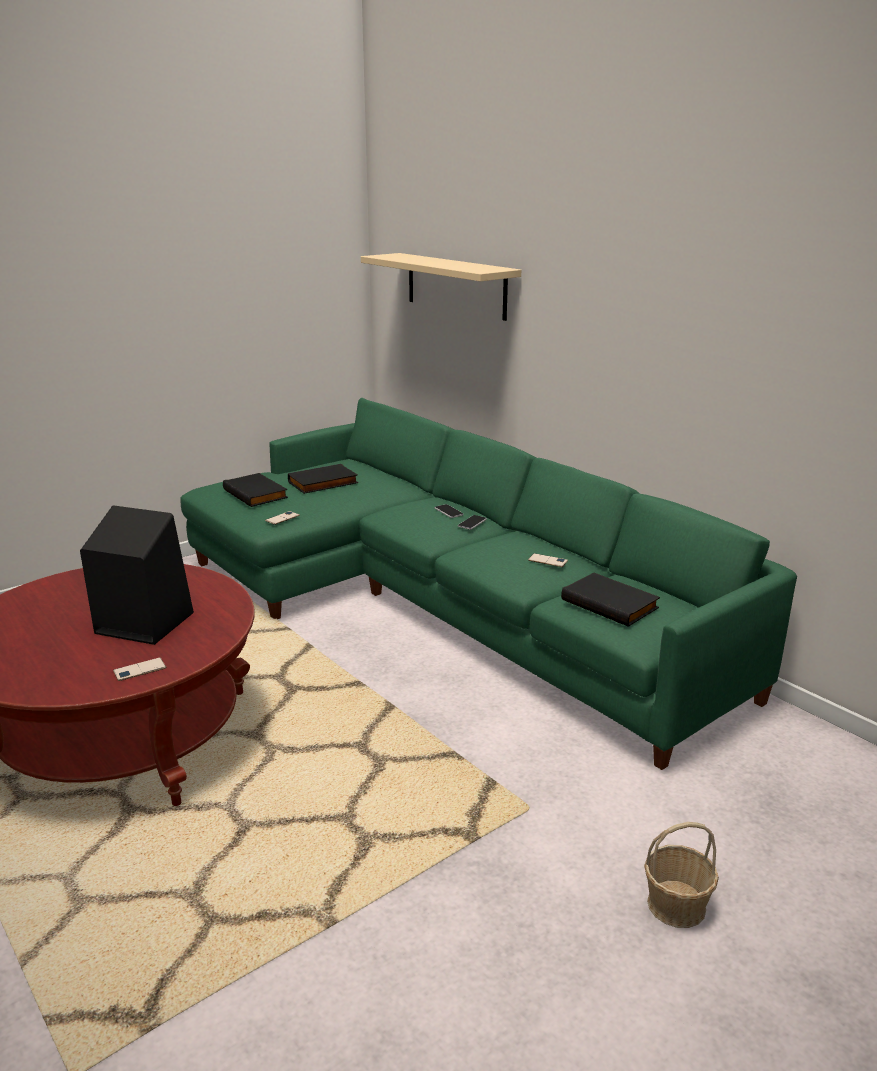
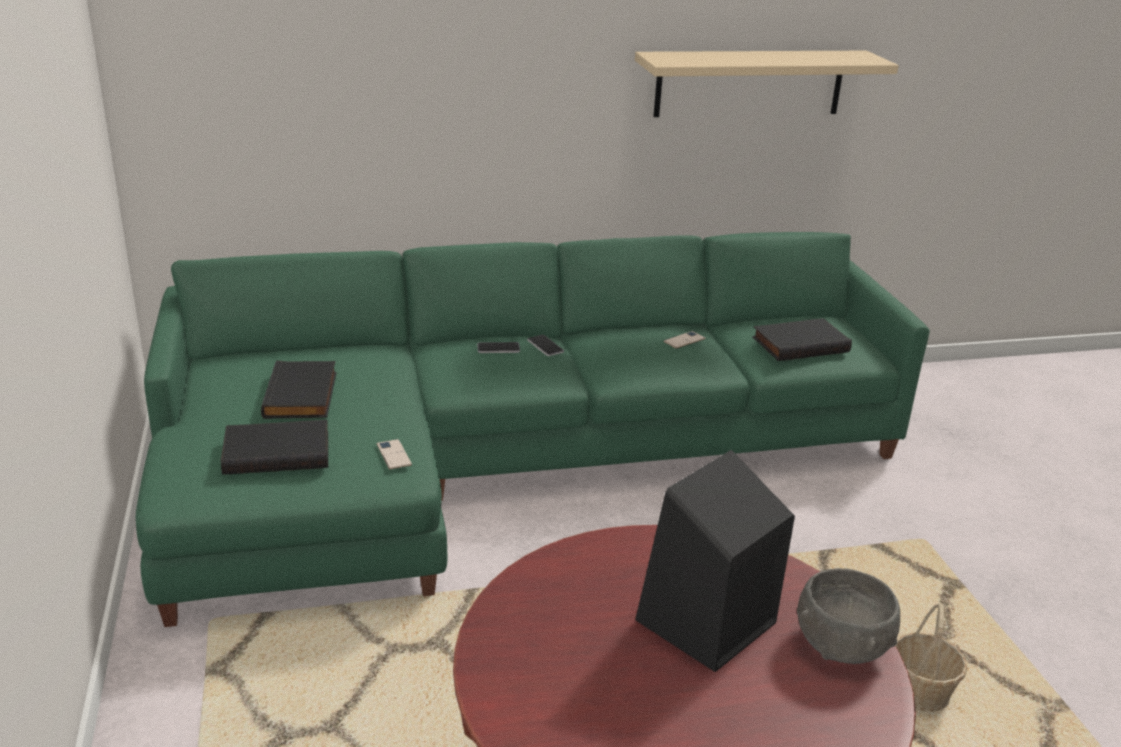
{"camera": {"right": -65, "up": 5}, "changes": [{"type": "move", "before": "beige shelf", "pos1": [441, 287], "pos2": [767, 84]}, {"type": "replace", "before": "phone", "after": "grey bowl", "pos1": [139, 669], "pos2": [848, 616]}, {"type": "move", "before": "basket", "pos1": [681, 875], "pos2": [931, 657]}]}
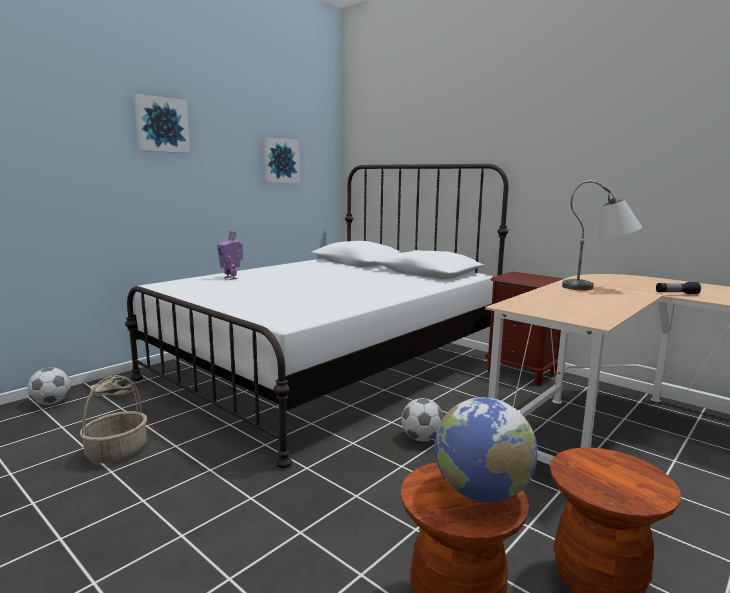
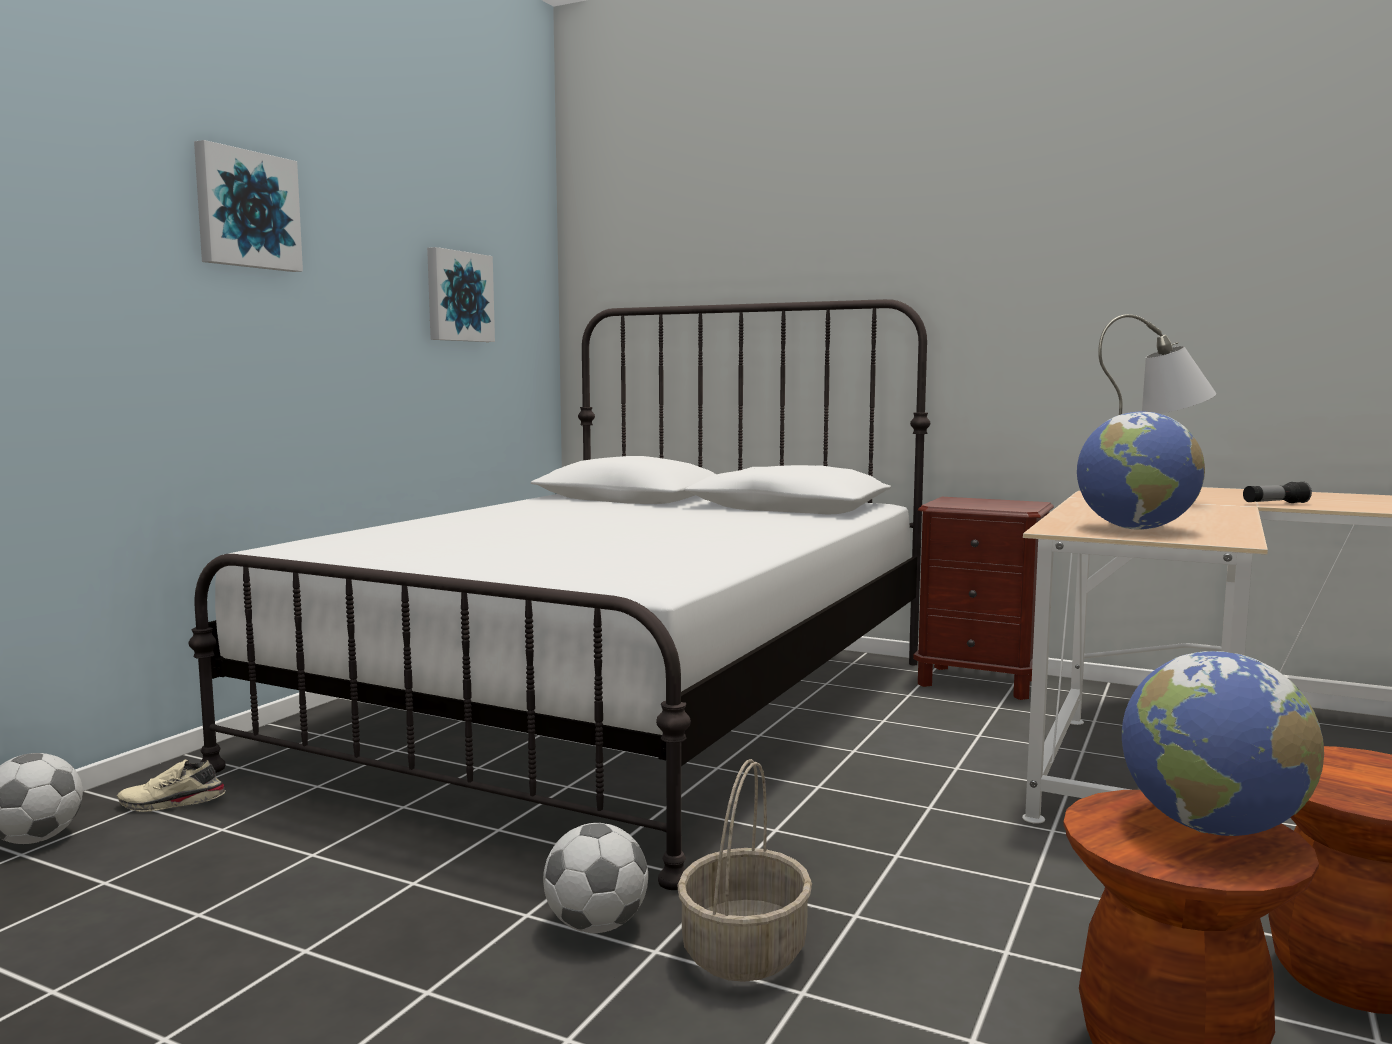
{"camera": {"right": -15, "up": -5}, "changes": [{"type": "move", "before": "football", "pos1": [422, 419], "pos2": [595, 878]}, {"type": "move", "before": "basket", "pos1": [113, 419], "pos2": [744, 870]}, {"type": "insert", "after": "globe", "pos2": [1141, 471]}, {"type": "delete", "before": "toy robot", "pos1": [230, 255]}]}
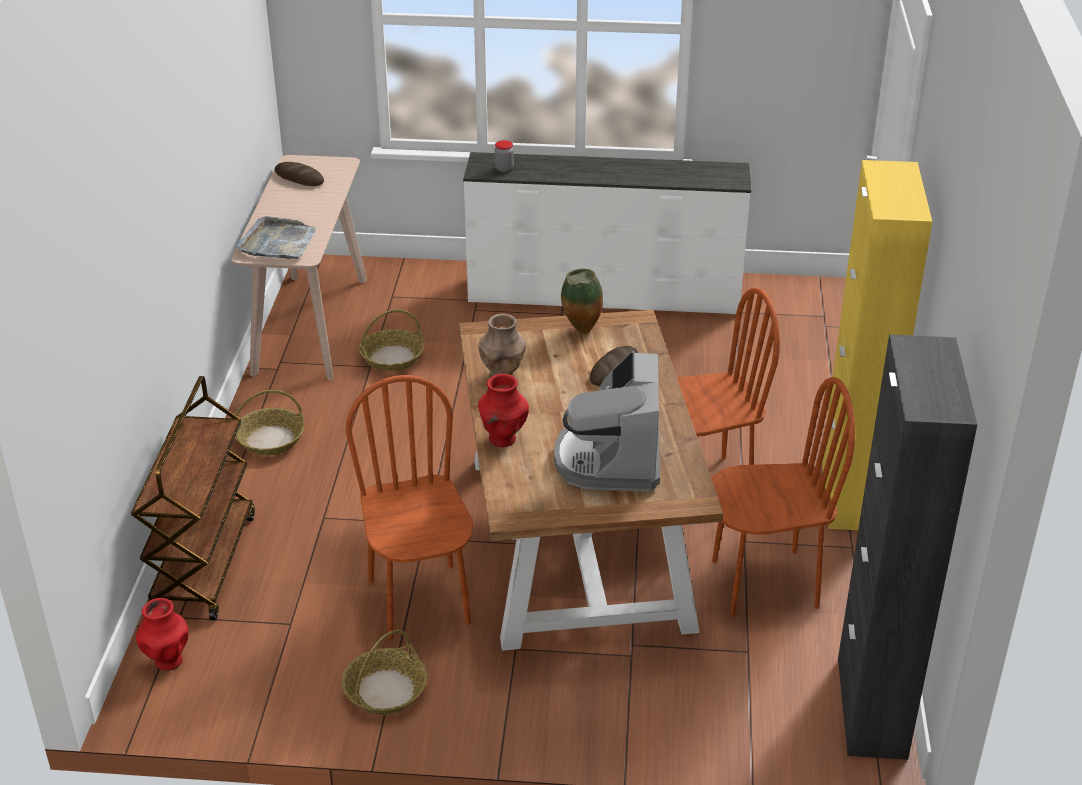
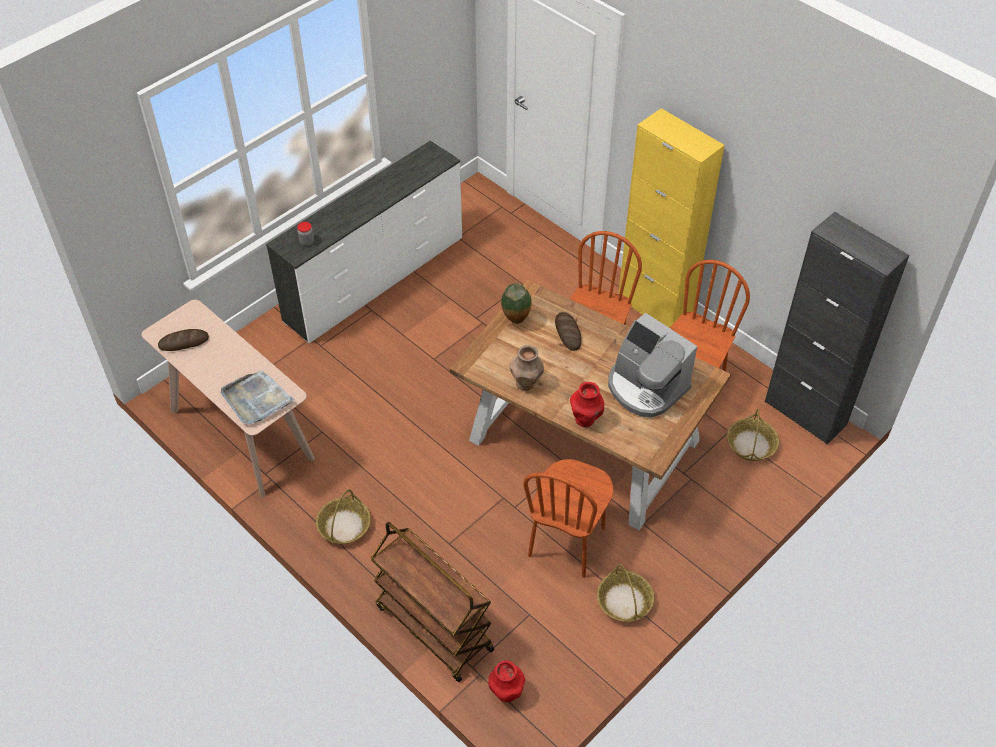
{"camera": {"right": -50, "up": 15}, "changes": [{"type": "rotate", "before": "brown chair", "pos1": [409, 508], "pos2": [568, 518], "turn": -90}, {"type": "move", "before": "basket", "pos1": [391, 340], "pos2": [753, 435]}]}
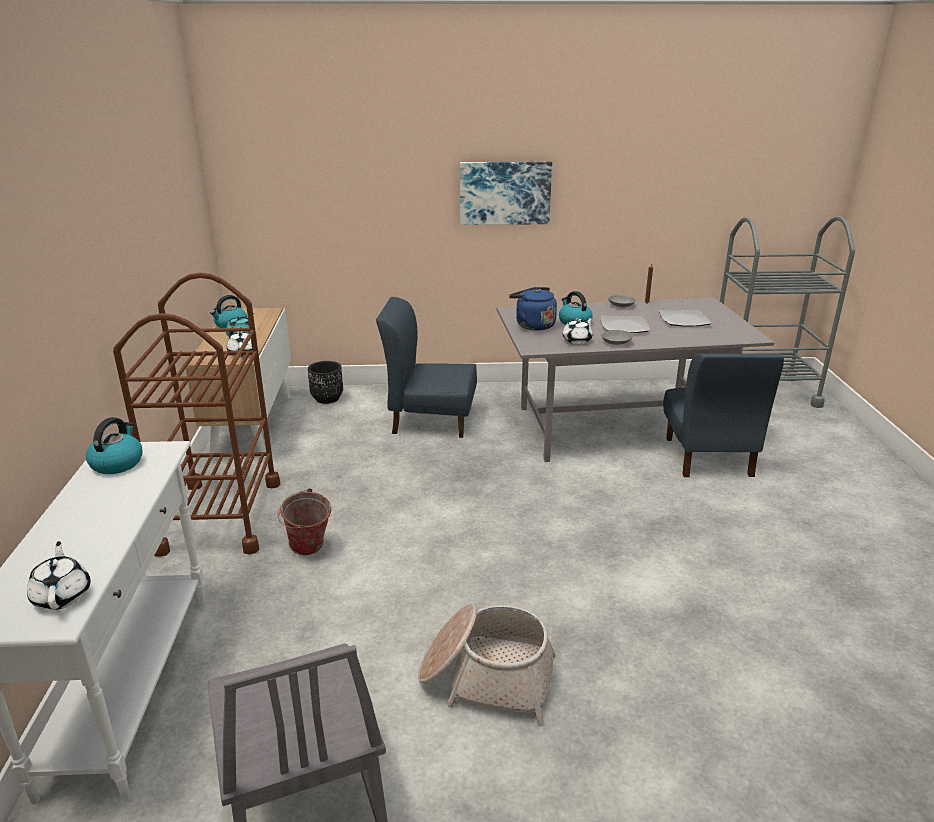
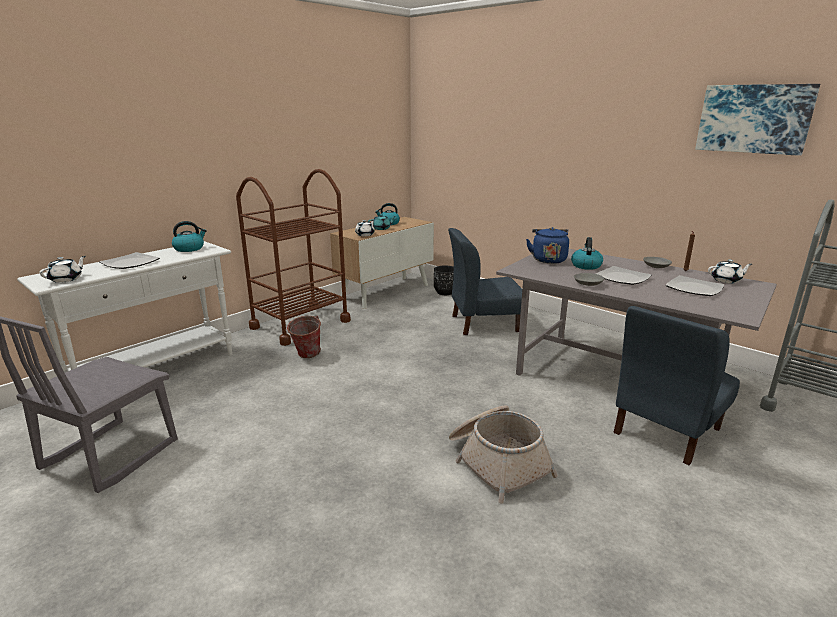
{"camera": {"right": 45, "up": -5}, "changes": [{"type": "insert", "after": "plate", "pos2": [129, 260]}, {"type": "rotate", "before": "blue chair", "pos1": [426, 367], "pos2": [485, 281], "turn": -60}, {"type": "move", "before": "basket", "pos1": [487, 664], "pos2": [503, 454]}, {"type": "move", "before": "picture", "pos1": [506, 193], "pos2": [757, 120]}, {"type": "move", "before": "white teapot", "pos1": [577, 330], "pos2": [730, 271]}]}
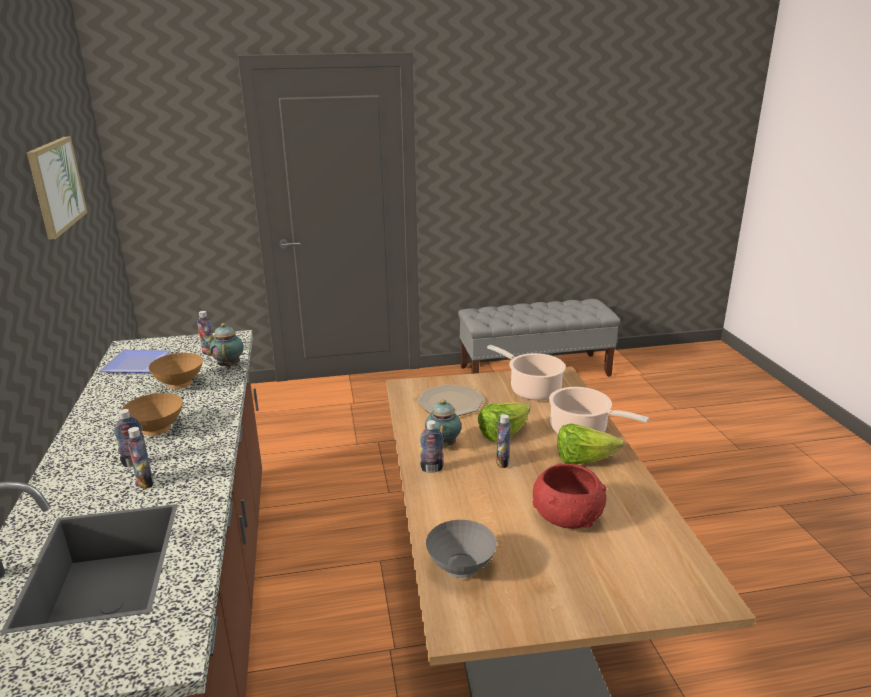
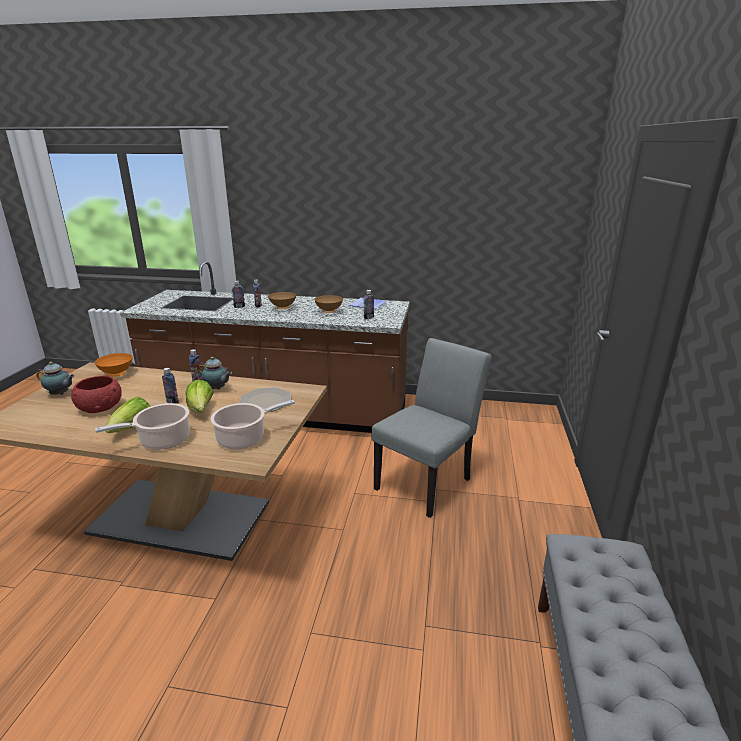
{"camera": {"right": 110, "up": 0}, "changes": [{"type": "move", "before": "teapot", "pos1": [226, 345], "pos2": [55, 378]}, {"type": "recolor", "before": "grey bowl", "after": "orange bowl", "pos1": [461, 549], "pos2": [114, 365]}, {"type": "insert", "after": "grey chair", "pos2": [431, 428]}, {"type": "delete", "before": "picture", "pos1": [57, 188]}]}
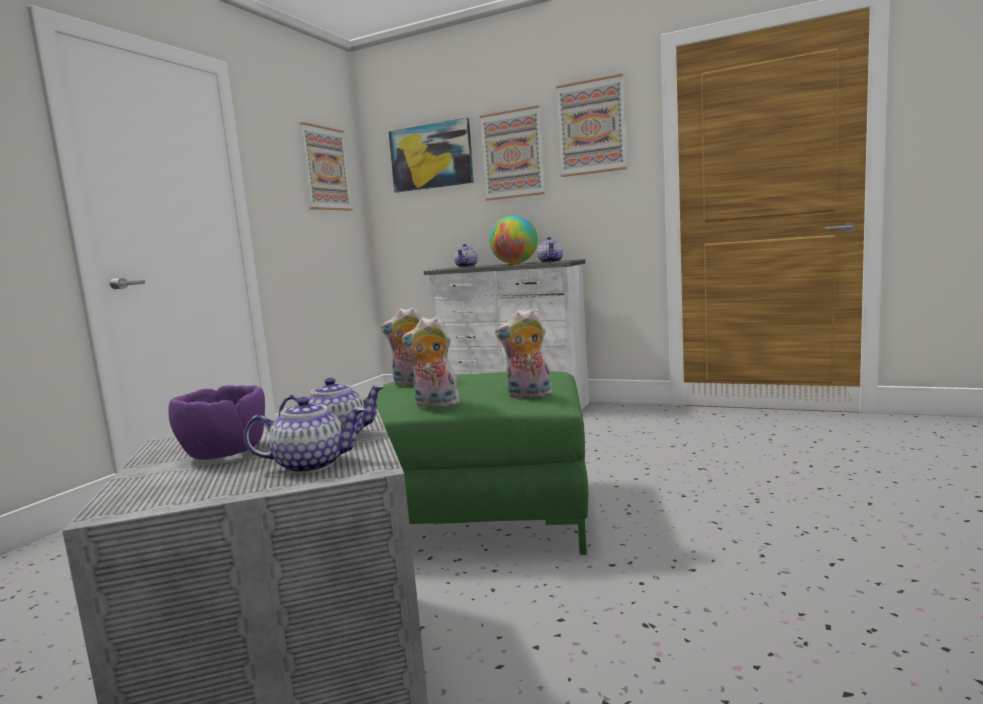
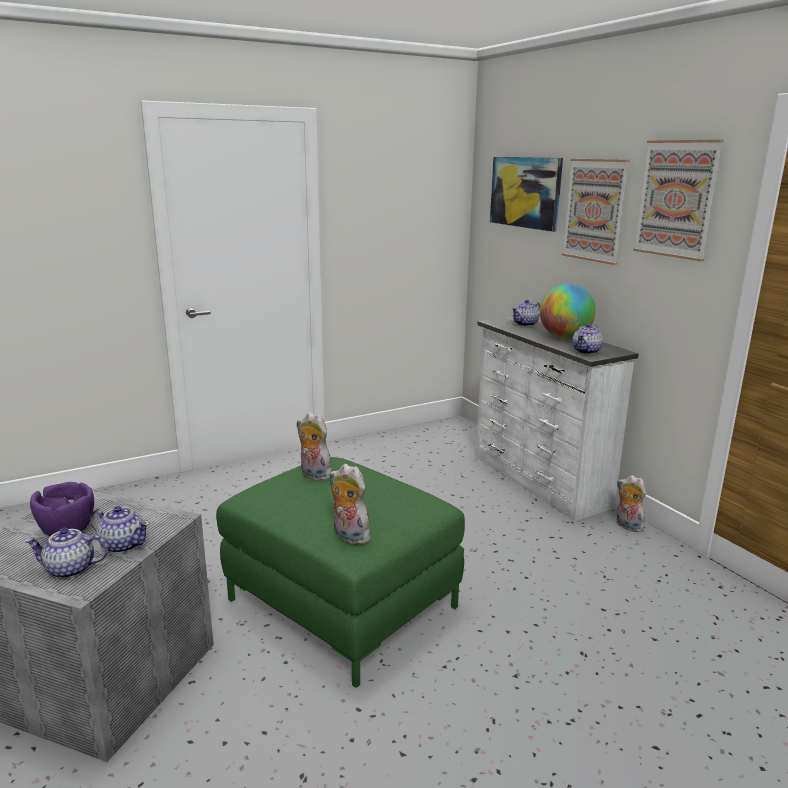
{"camera": {"right": 35, "up": 10}, "changes": [{"type": "rotate", "before": "teapot", "pos1": [304, 435], "pos2": [66, 553], "turn": 150}, {"type": "move", "before": "plush toy", "pos1": [432, 362], "pos2": [631, 503]}, {"type": "delete", "before": "picture", "pos1": [326, 166]}]}
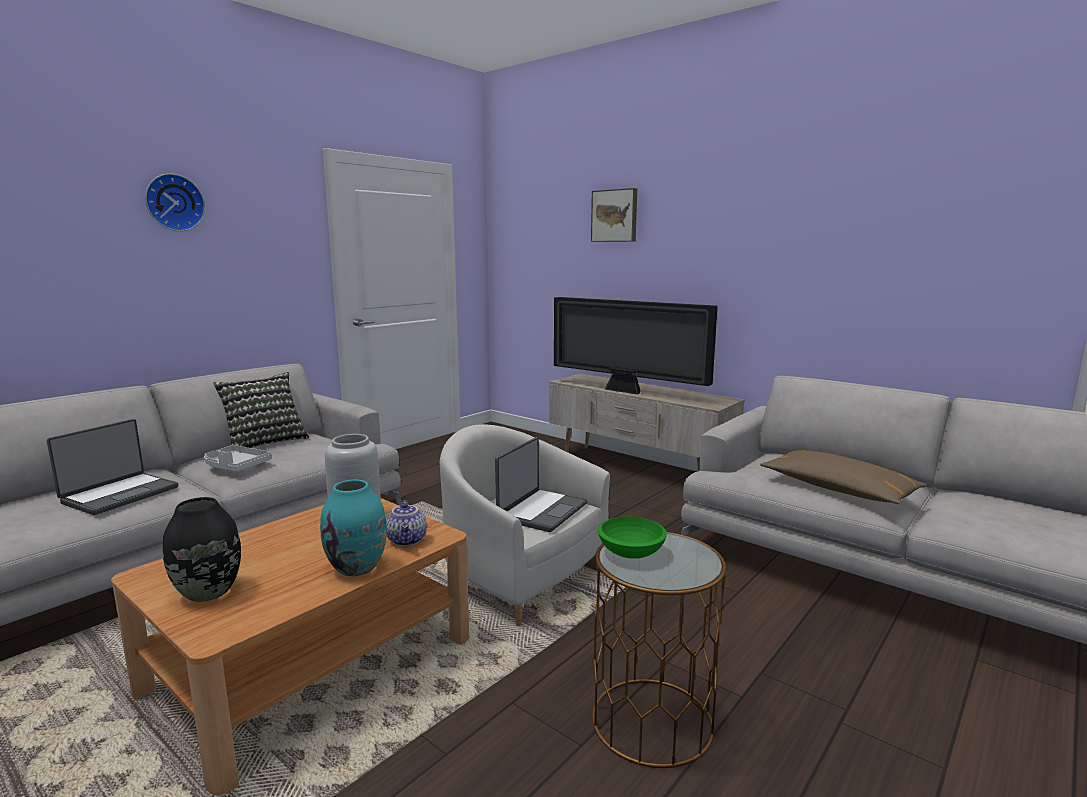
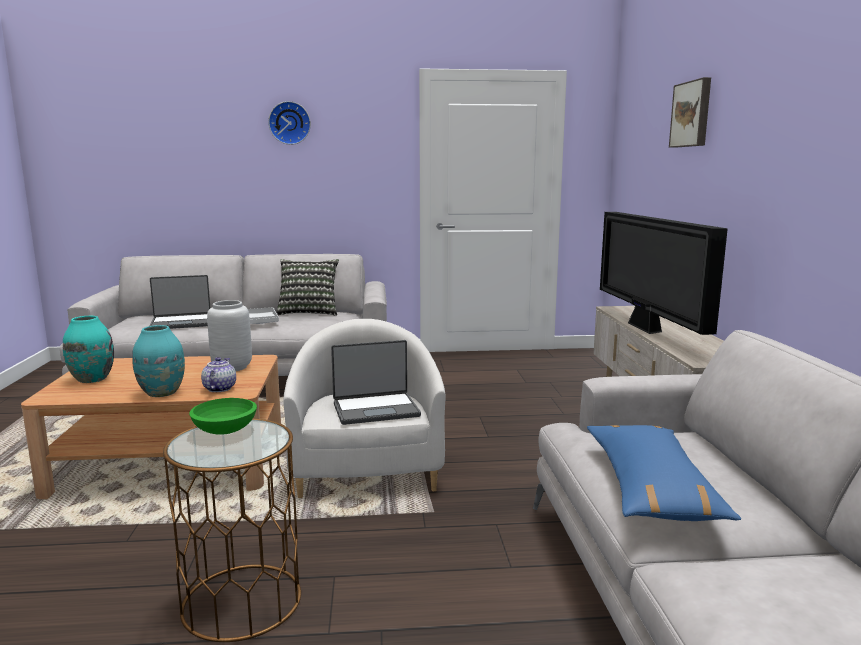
{"camera": {"right": 45, "up": 0}, "changes": [{"type": "recolor", "before": "black vase", "after": "turquoise vase", "pos1": [202, 549], "pos2": [88, 349]}, {"type": "rotate", "before": "teapot", "pos1": [406, 523], "pos2": [218, 374], "turn": 150}, {"type": "recolor", "before": "brown pillow", "after": "blue pillow", "pos1": [843, 477], "pos2": [664, 473]}]}
